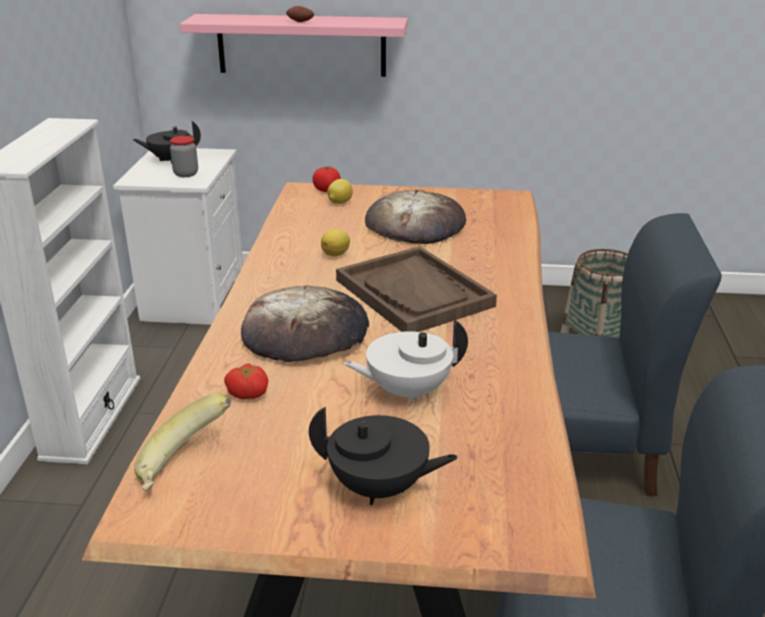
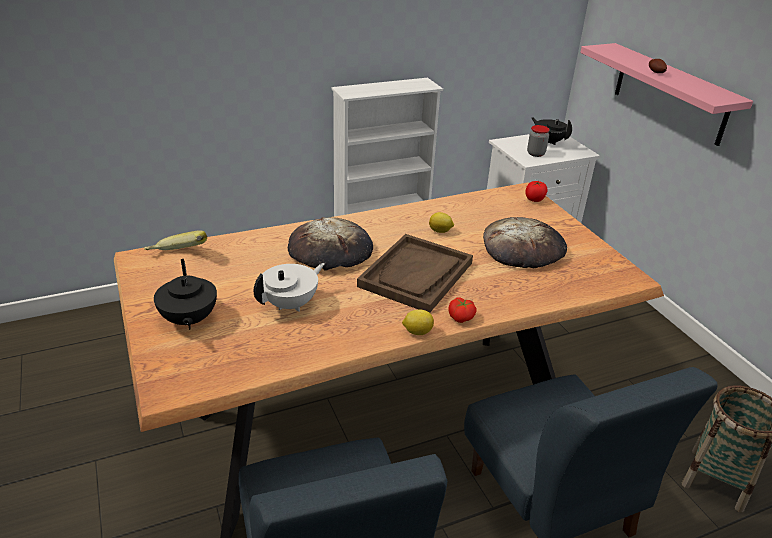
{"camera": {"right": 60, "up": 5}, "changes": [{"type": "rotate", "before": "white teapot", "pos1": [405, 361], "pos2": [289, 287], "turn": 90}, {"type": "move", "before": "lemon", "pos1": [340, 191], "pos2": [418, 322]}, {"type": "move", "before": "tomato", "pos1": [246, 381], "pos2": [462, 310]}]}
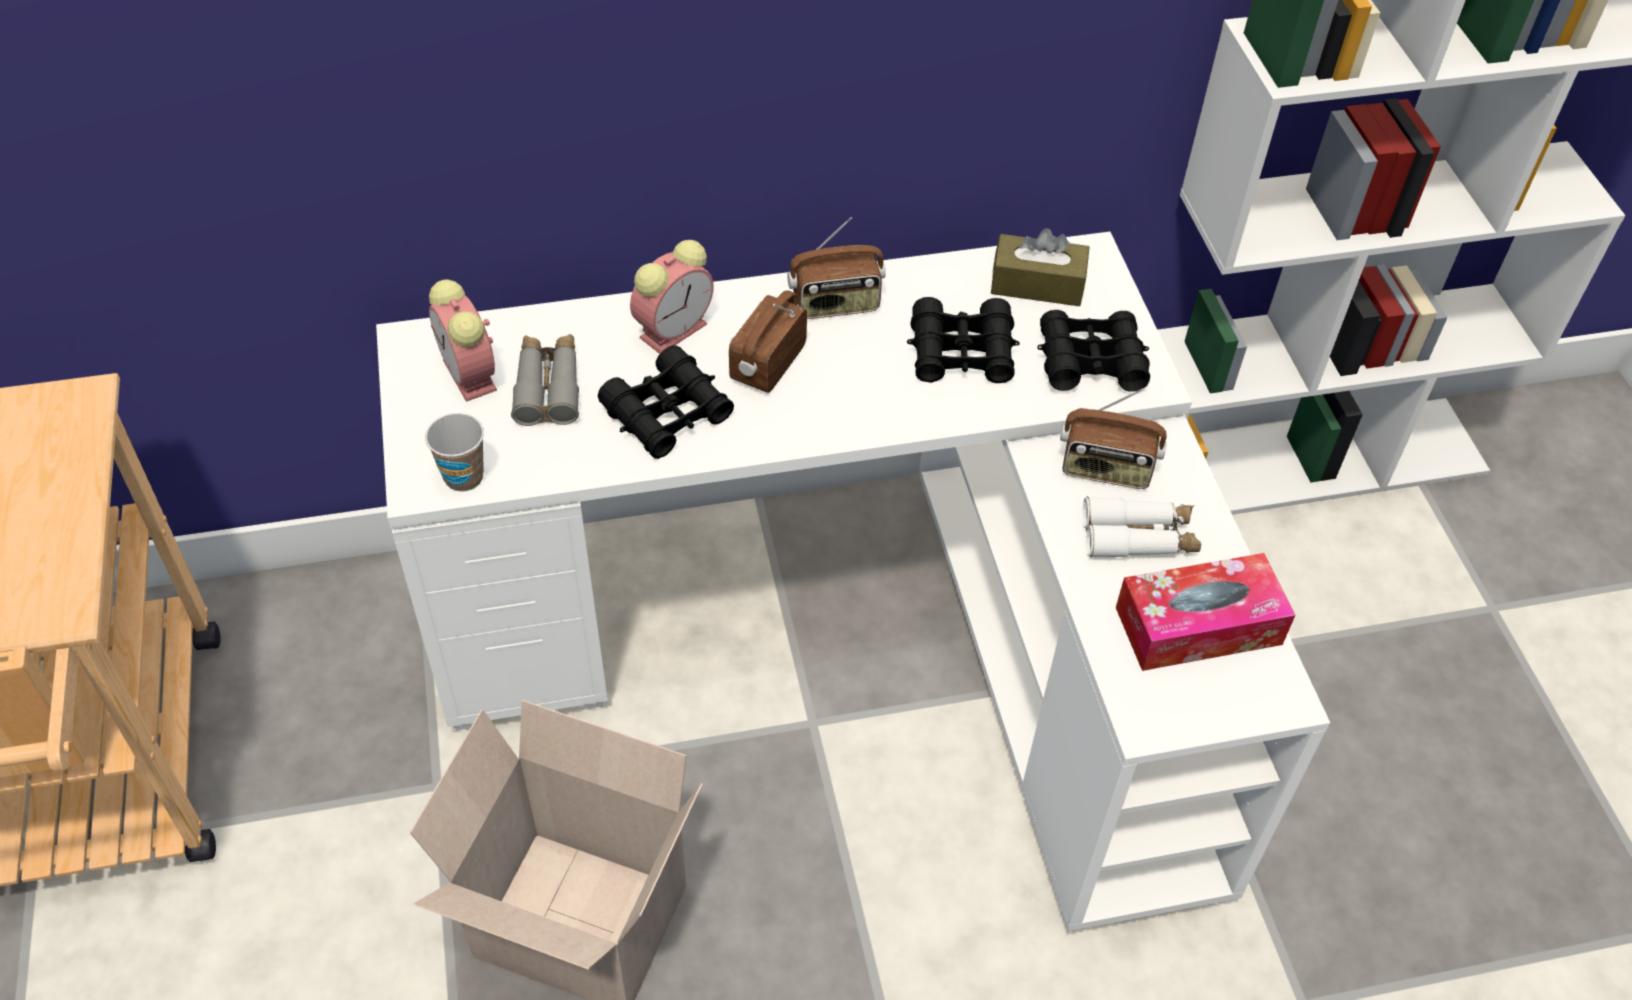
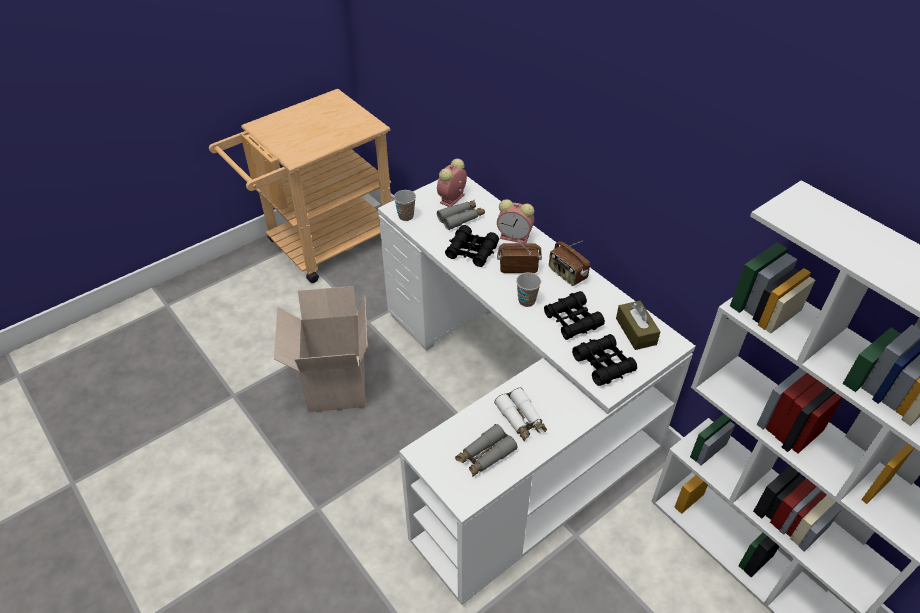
{"camera": {"right": 65, "up": -5}, "changes": [{"type": "replace", "before": "tissue box", "after": "grey binoculars", "pos1": [1205, 612], "pos2": [486, 450]}, {"type": "insert", "after": "cup", "pos2": [528, 289]}, {"type": "delete", "before": "radio", "pos1": [1113, 439]}]}
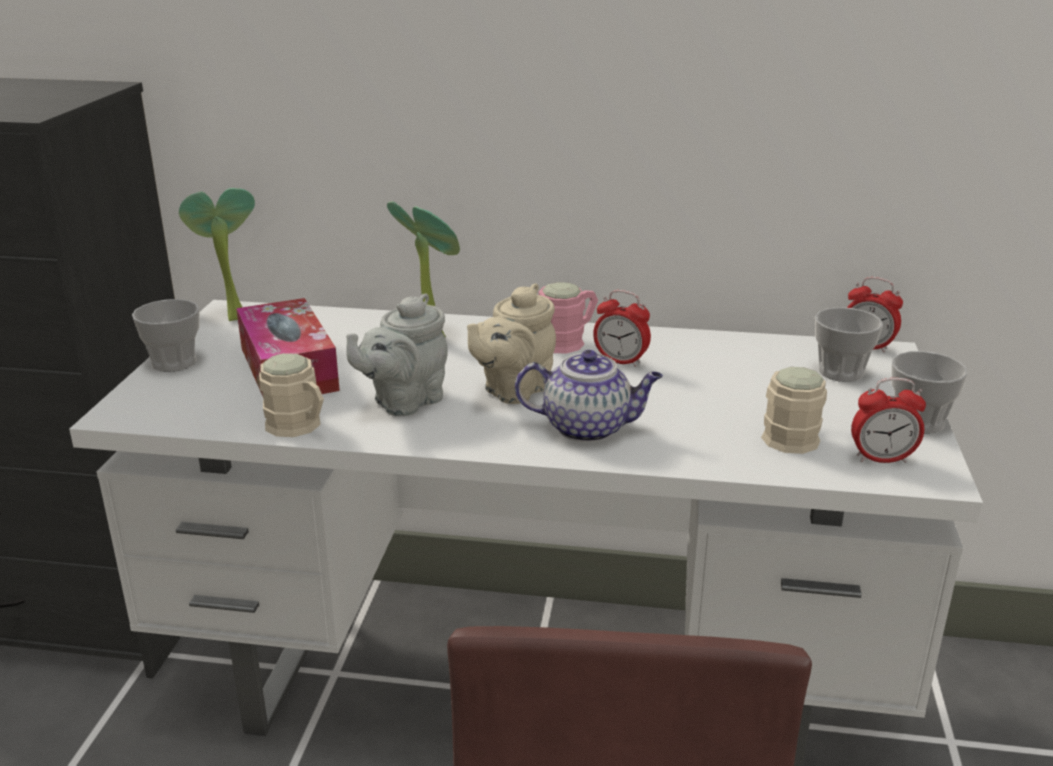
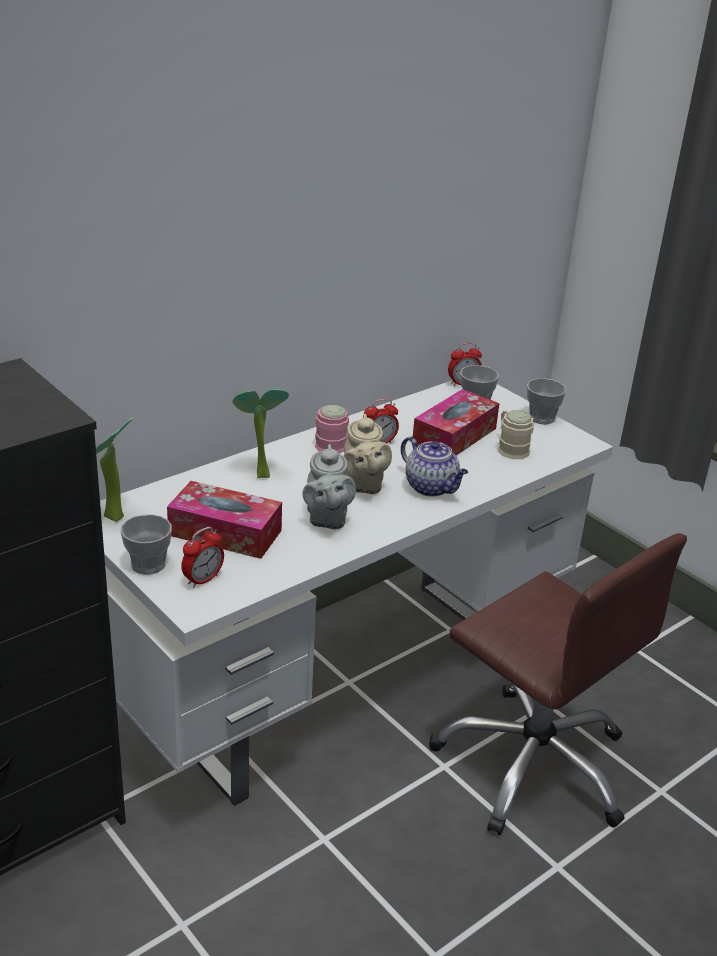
{"camera": {"right": -50, "up": 5}, "changes": [{"type": "move", "before": "alarm clock", "pos1": [888, 420], "pos2": [202, 557]}, {"type": "rotate", "before": "teapot", "pos1": [589, 396], "pos2": [434, 466], "turn": 90}, {"type": "insert", "after": "tissue box", "pos2": [456, 422]}, {"type": "delete", "before": "beige mug", "pos1": [291, 395]}]}
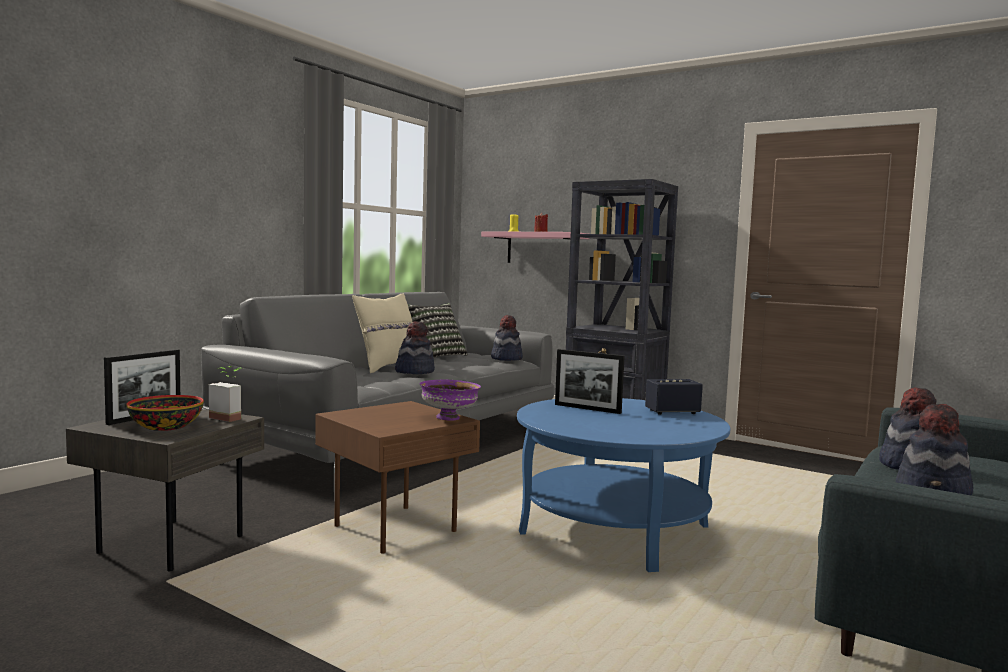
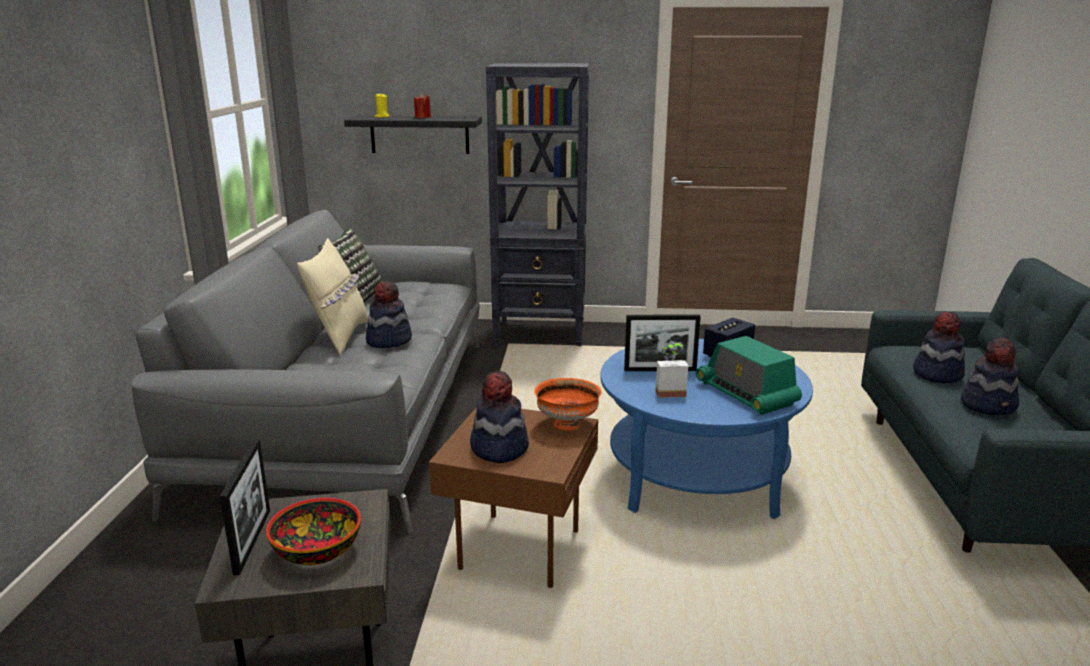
{"camera": {"right": -30, "up": 15}, "changes": [{"type": "recolor", "before": "pink shelf", "after": "black shelf", "pos1": [535, 247], "pos2": [413, 134]}, {"type": "move", "before": "hat", "pos1": [507, 338], "pos2": [499, 417]}, {"type": "recolor", "before": "purple bowl", "after": "orange bowl", "pos1": [450, 400], "pos2": [568, 404]}, {"type": "move", "before": "potted plant", "pos1": [226, 394], "pos2": [672, 370]}, {"type": "insert", "after": "radio", "pos2": [749, 375]}]}
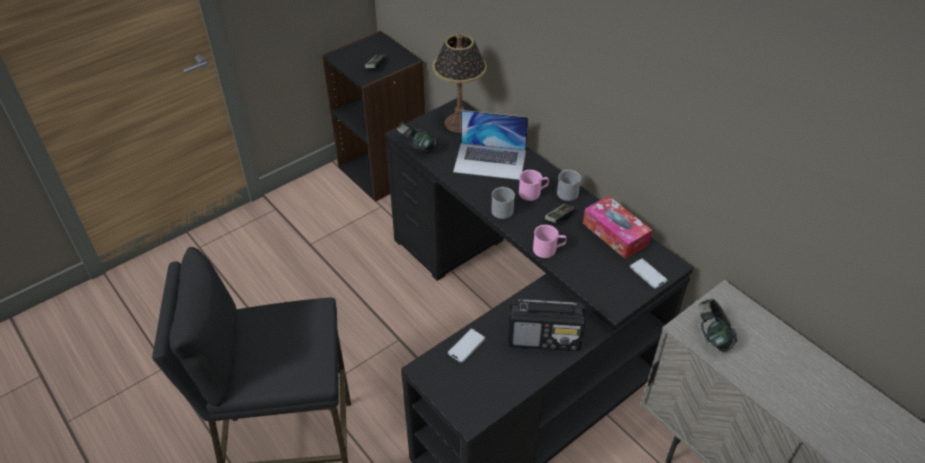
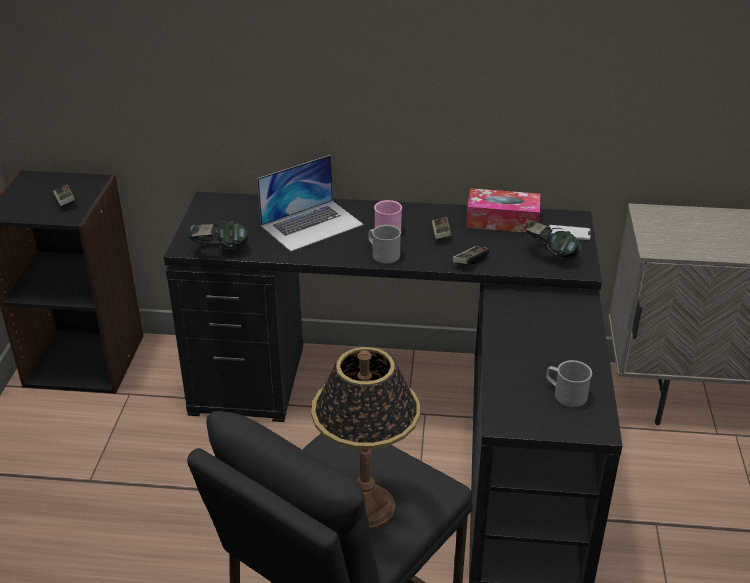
{"camera": {"right": -45, "up": -10}, "changes": [{"type": "move", "before": "table lamp", "pos1": [459, 83], "pos2": [365, 438]}, {"type": "replace", "before": "pink mug", "after": "game controller", "pos1": [550, 241], "pos2": [471, 255]}, {"type": "move", "before": "headphones", "pos1": [718, 325], "pos2": [553, 240]}, {"type": "move", "before": "grey mug", "pos1": [569, 185], "pos2": [569, 383]}, {"type": "delete", "before": "phone", "pos1": [466, 345]}, {"type": "delete", "before": "radio", "pos1": [546, 324]}]}
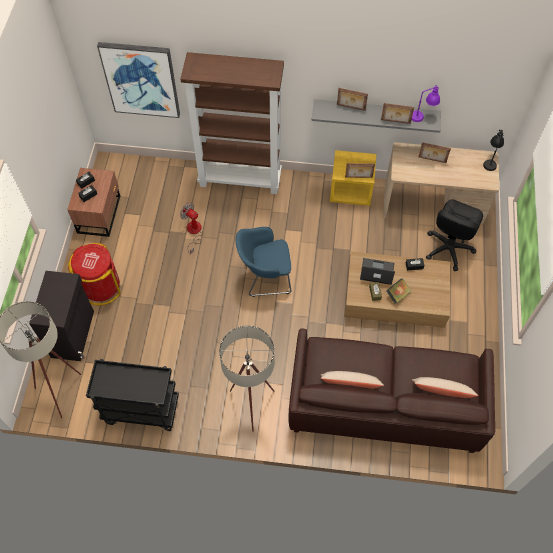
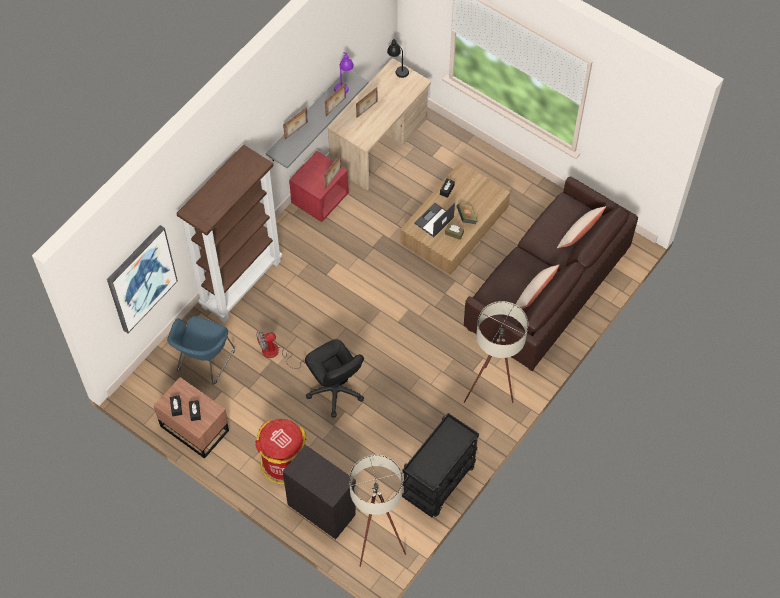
{"camera": {"right": -60, "up": 0}, "changes": [{"type": "move", "before": "blue armchair", "pos1": [263, 262], "pos2": [201, 350]}, {"type": "recolor", "before": "yellow nightstand", "after": "red nightstand", "pos1": [353, 178], "pos2": [319, 186]}, {"type": "move", "before": "black office chair", "pos1": [454, 235], "pos2": [334, 378]}]}
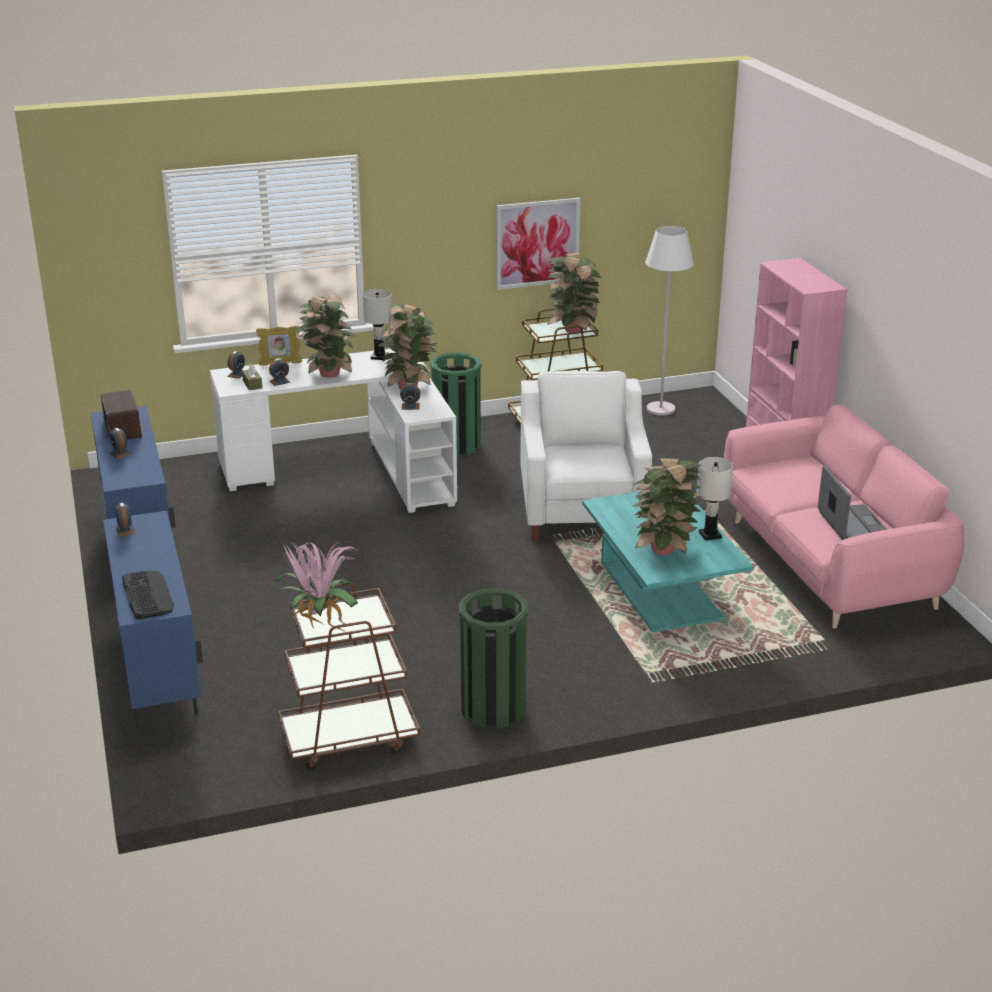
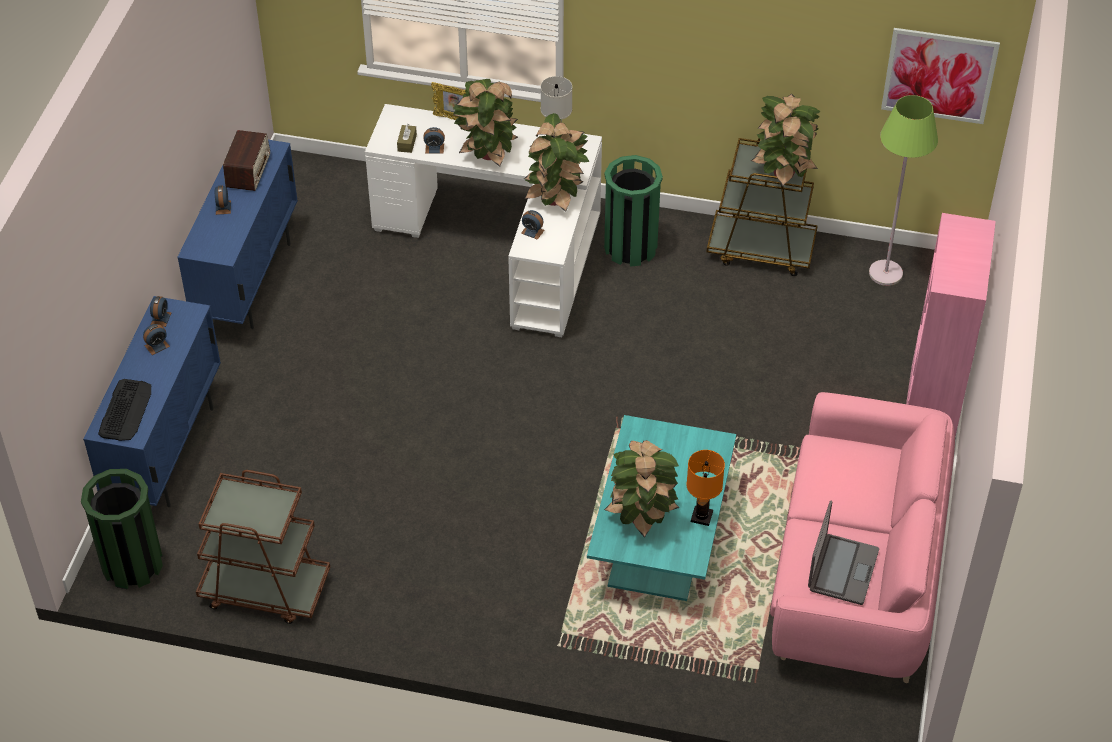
{"camera": {"right": 30, "up": 20}, "changes": [{"type": "move", "before": "green trash can", "pos1": [493, 659], "pos2": [122, 529]}, {"type": "move", "before": "alarm clock", "pos1": [236, 365], "pos2": [156, 339]}, {"type": "recolor", "before": "white table lamp", "after": "orange table lamp", "pos1": [714, 499], "pos2": [705, 488]}, {"type": "recolor", "before": "white floor lamp", "after": "green floor lamp", "pos1": [669, 321], "pos2": [903, 190]}, {"type": "move", "before": "picture", "pos1": [538, 244], "pos2": [940, 76]}, {"type": "delete", "before": "potted plant", "pos1": [316, 586]}, {"type": "delete", "before": "white armchair", "pos1": [586, 456]}]}
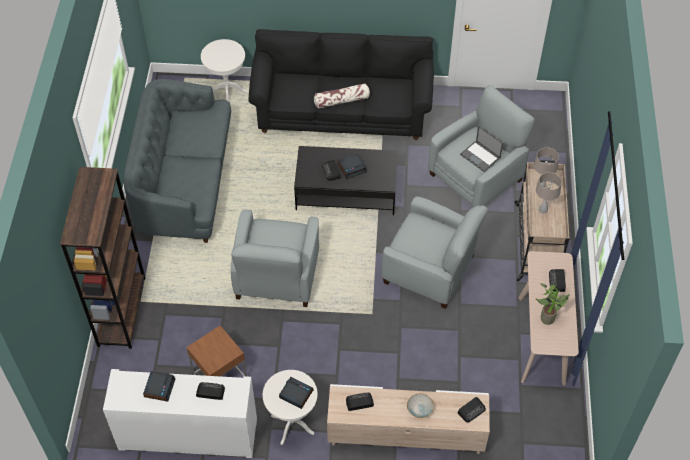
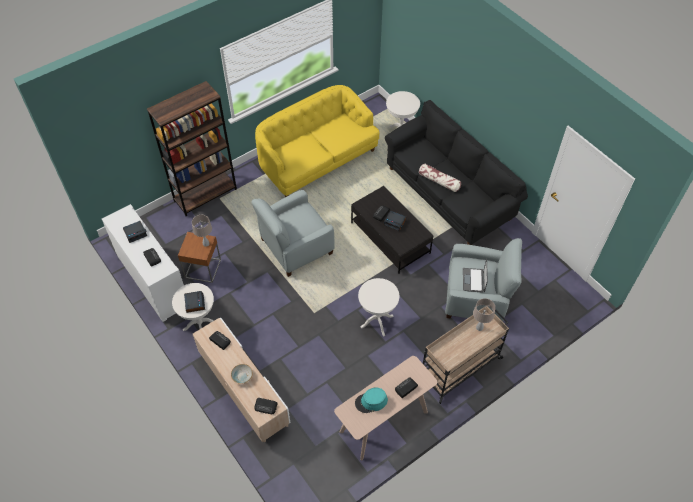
{"camera": {"right": 50, "up": 0}, "changes": [{"type": "move", "before": "beige table lamp", "pos1": [549, 192], "pos2": [202, 231]}, {"type": "recolor", "before": "grey sofa", "after": "yellow sofa", "pos1": [177, 161], "pos2": [317, 141]}, {"type": "replace", "before": "potted plant", "after": "turquoise hat", "pos1": [553, 304], "pos2": [371, 400]}, {"type": "replace", "before": "grey armchair", "after": "white side table", "pos1": [434, 253], "pos2": [378, 307]}]}
